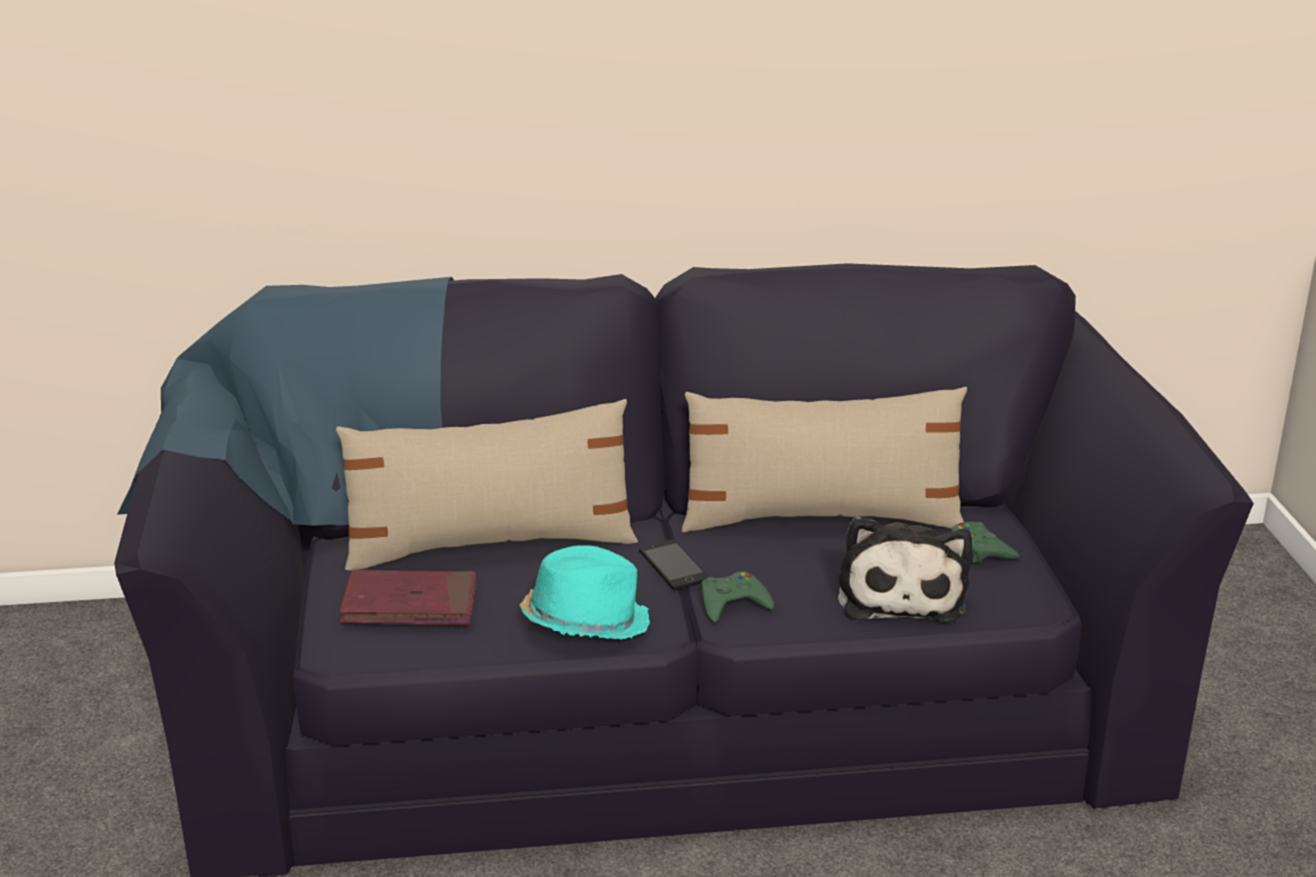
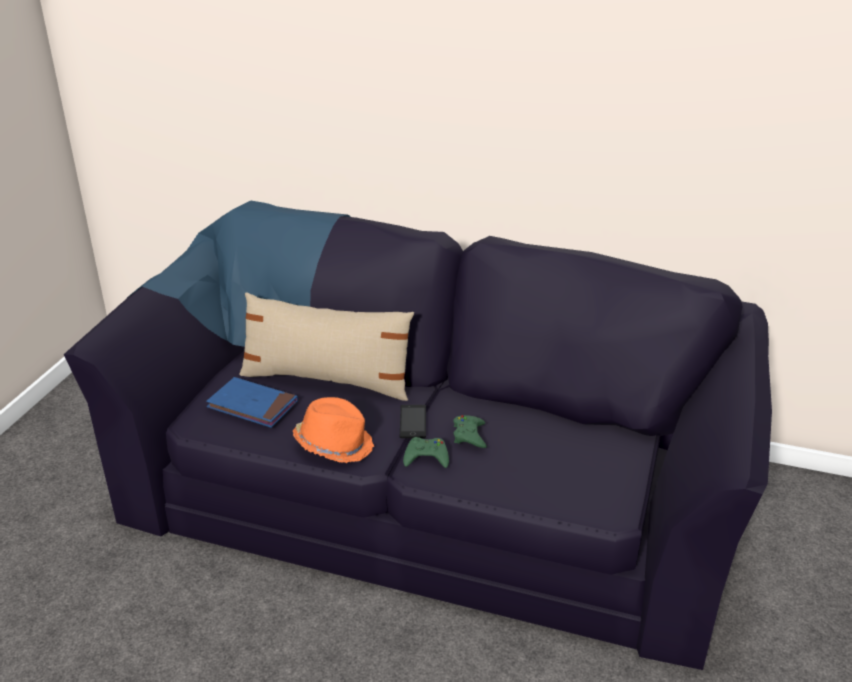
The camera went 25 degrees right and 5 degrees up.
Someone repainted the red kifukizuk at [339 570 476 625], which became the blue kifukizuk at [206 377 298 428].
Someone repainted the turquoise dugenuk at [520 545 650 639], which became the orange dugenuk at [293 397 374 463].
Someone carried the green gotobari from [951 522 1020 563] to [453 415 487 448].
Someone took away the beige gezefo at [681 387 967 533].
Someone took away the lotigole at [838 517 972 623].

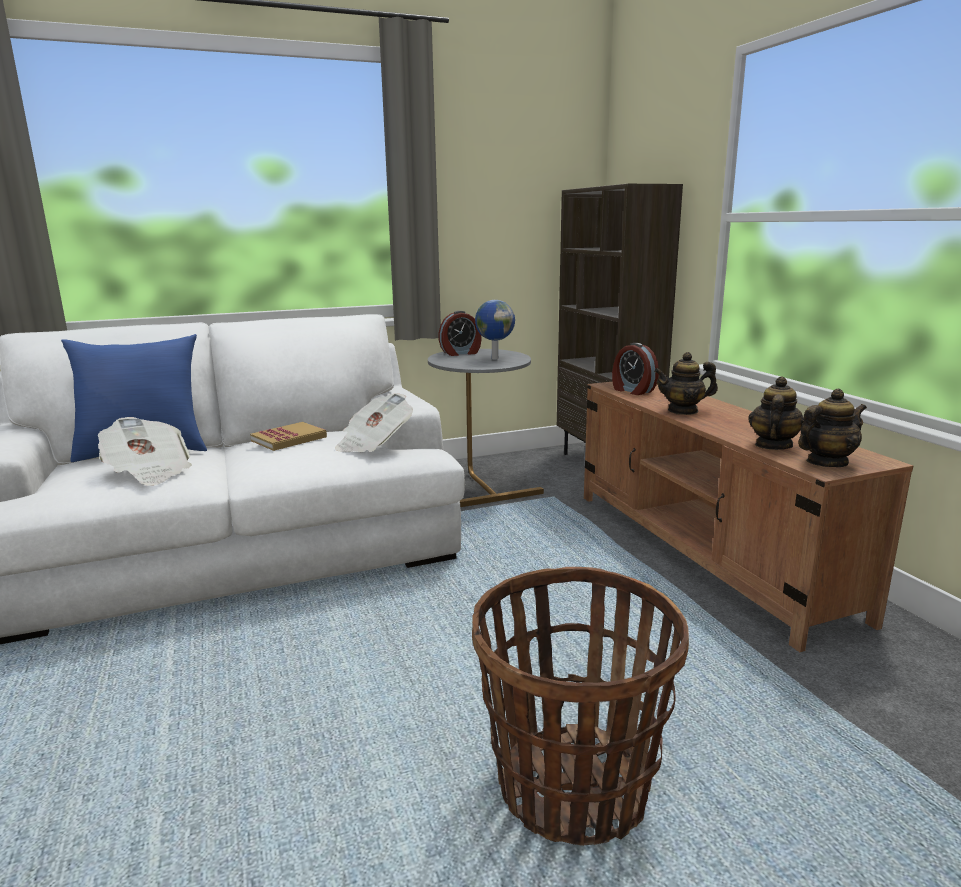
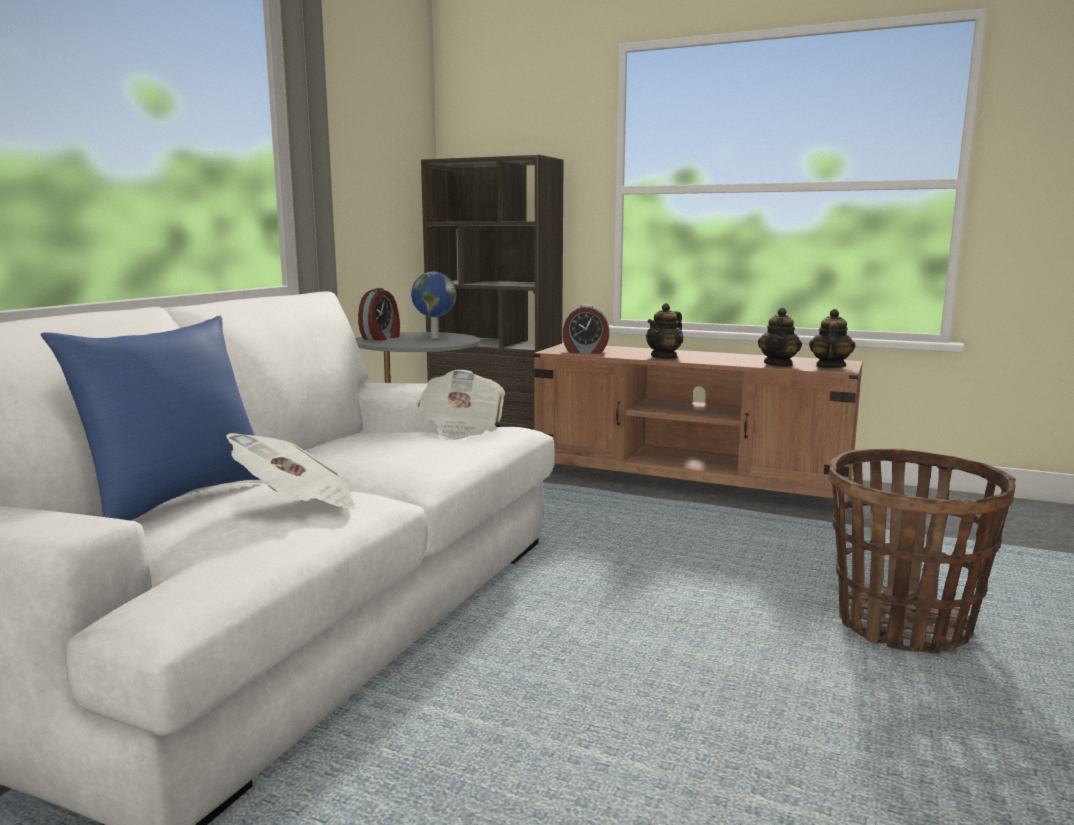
The camera went 45 degrees left and 5 degrees down.
Someone rotated the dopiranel at [748 376 804 450] by 135 degrees counterclockwise.
Someone took away the kifukizuk at [250 422 327 451].

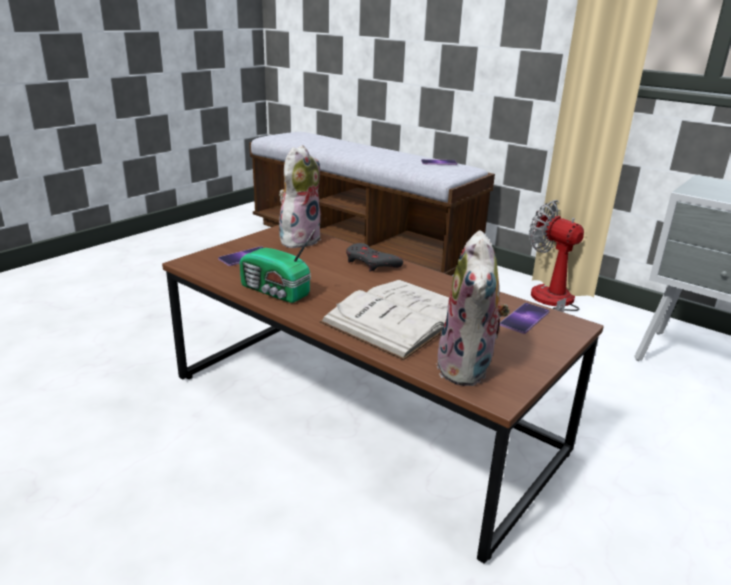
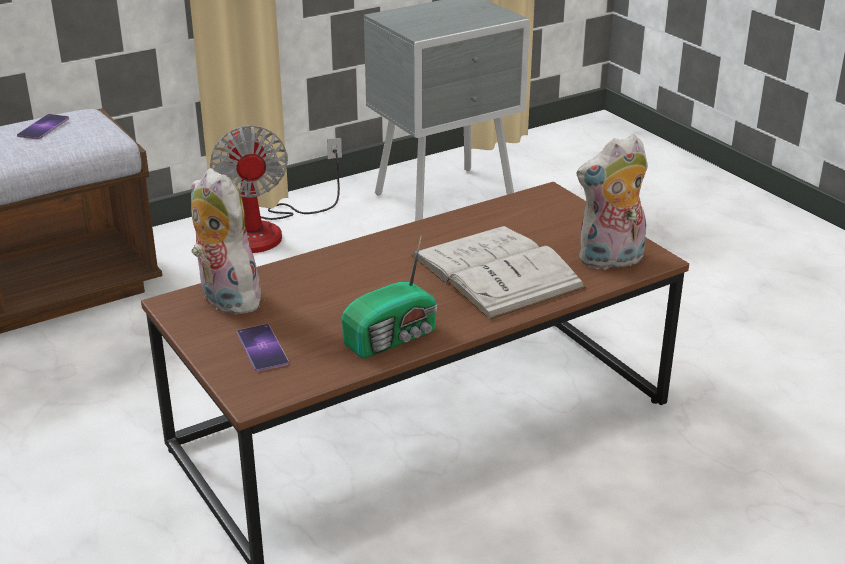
The camera went 70 degrees left and 5 degrees up.
Someone rotated the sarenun at [529 200 584 316] by 90 degrees counterclockwise.
Someone rotated the lotigole at [436 230 510 386] by 135 degrees clockwise.
Someone took away the grey gotobari at [346 243 403 272].
Someone took away the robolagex at [500 303 549 334].

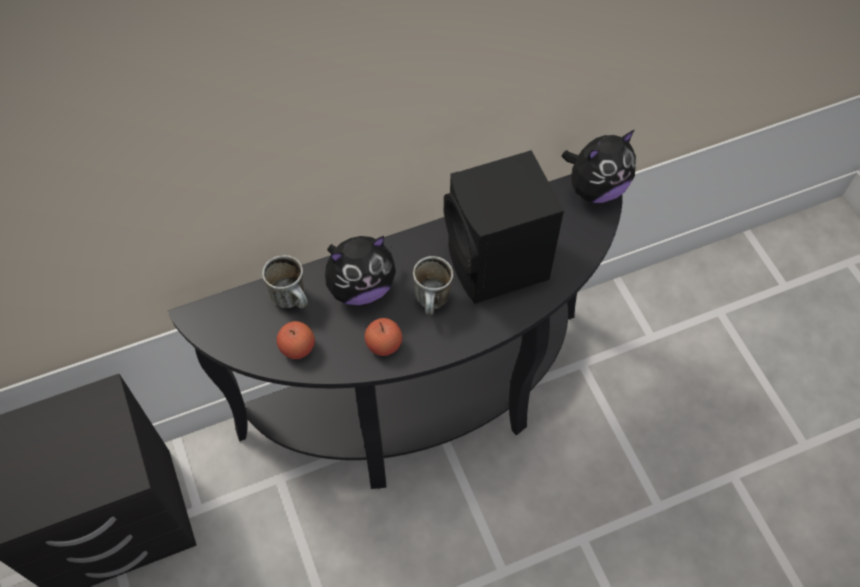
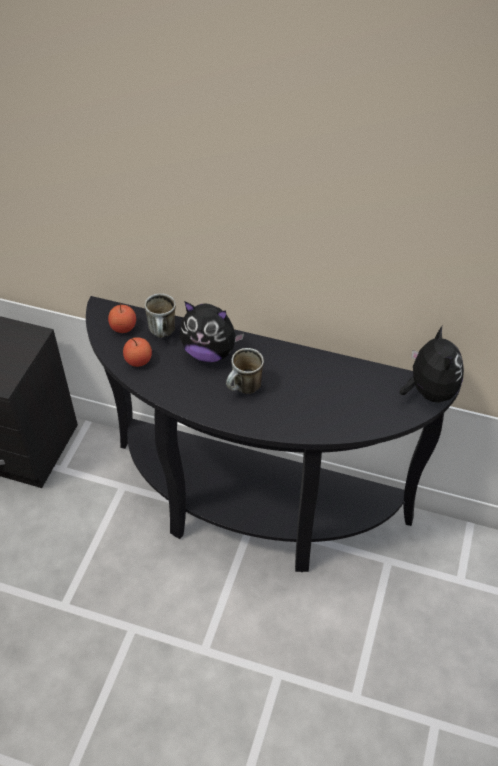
The camera went 40 degrees right and 10 degrees down.
Someone carried the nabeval from [365 318 402 356] to [108 303 136 333].
Someone rotated the lotigole at [562 130 636 203] by 105 degrees counterclockwise.
Someone took away the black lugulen at [444 150 564 304].

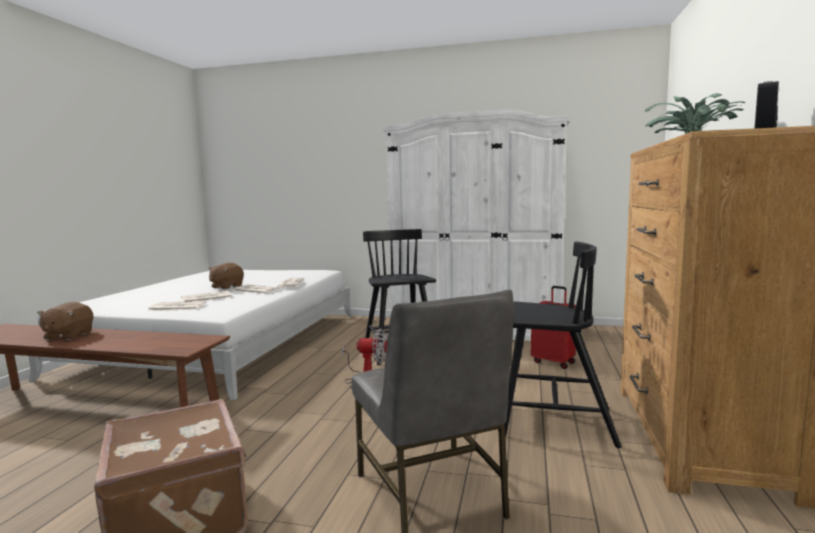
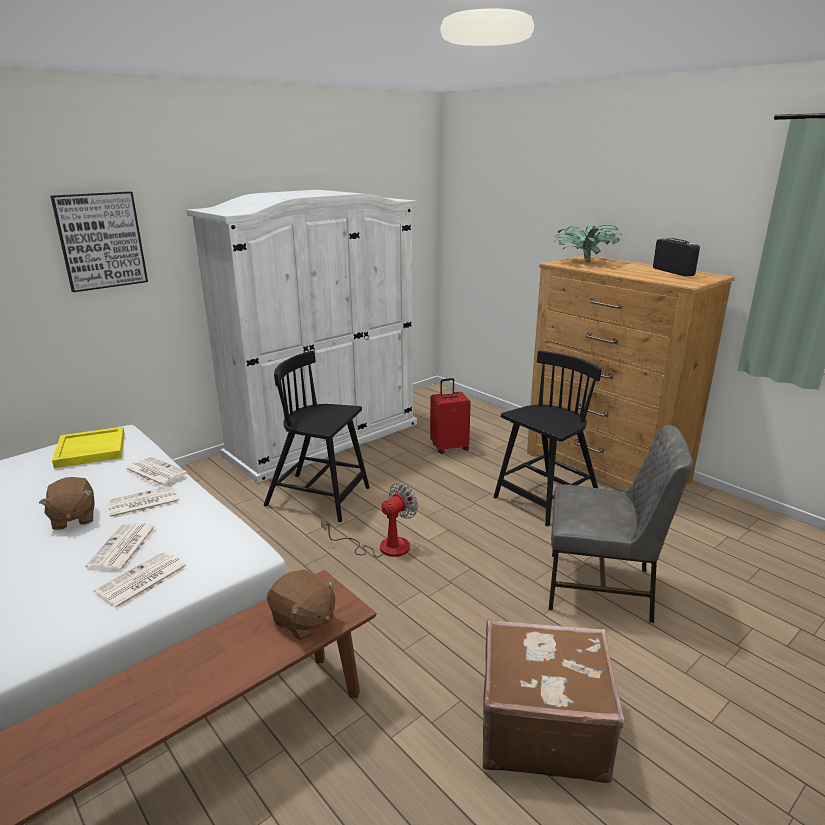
The camera went 55 degrees left and 15 degrees up.
Someone put up the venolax at [50 191 148 292].
Someone put down the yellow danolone at [52 427 125 468].
Someone carried the brown lotigole from [37 302 93 340] to [267 569 336 641].

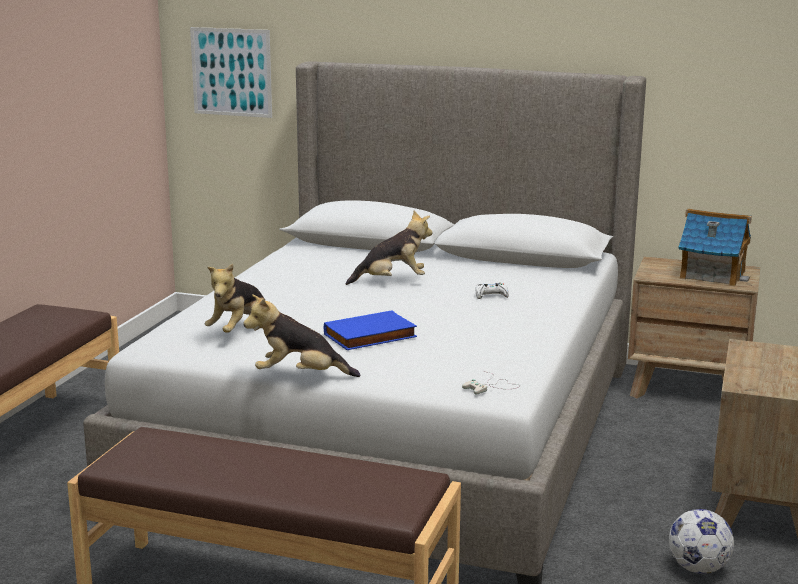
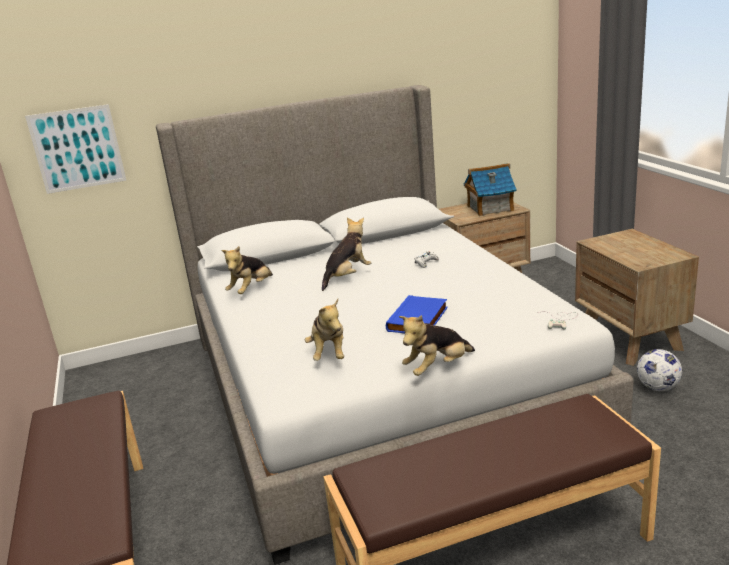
The camera went 35 degrees left and 5 degrees up.
Someone put down the lotigole at [221 246 273 294].

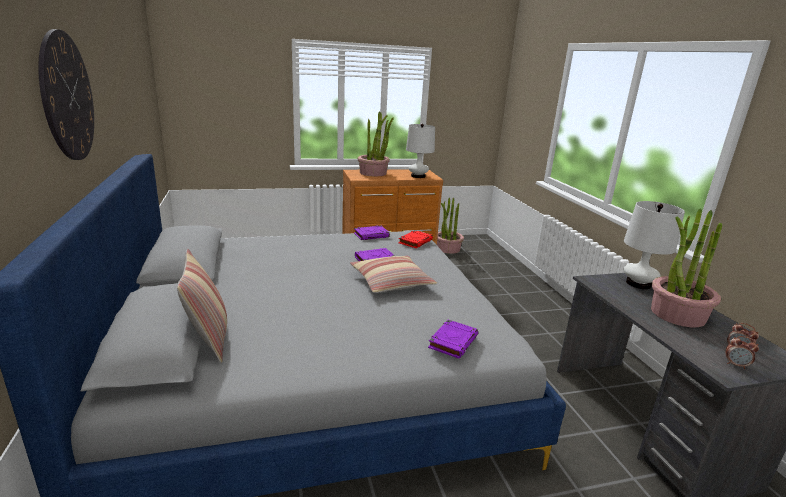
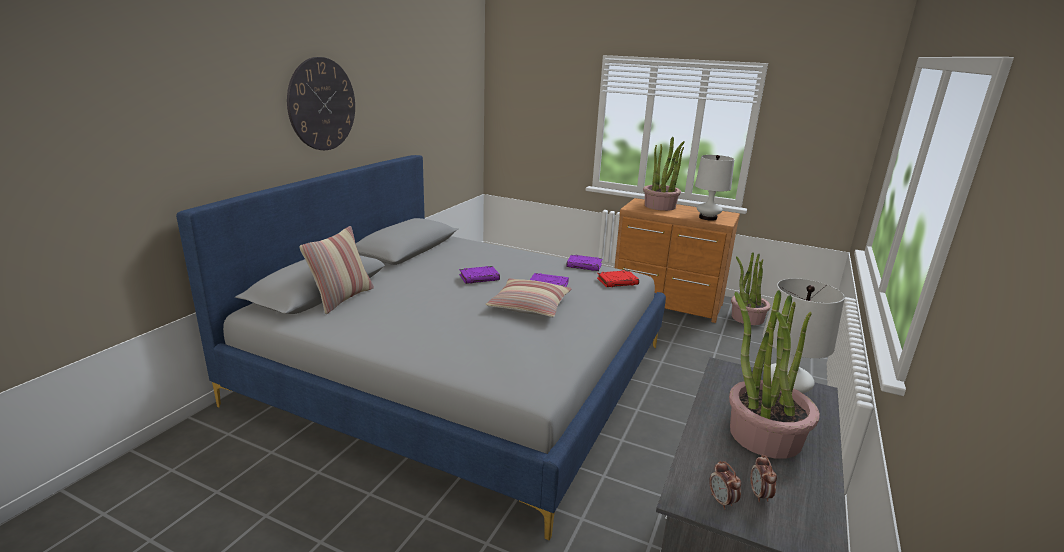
The camera went 40 degrees right and 0 degrees up.
Someone carried the purple kifukizuk from [428 320 478 359] to [459 266 500 284].

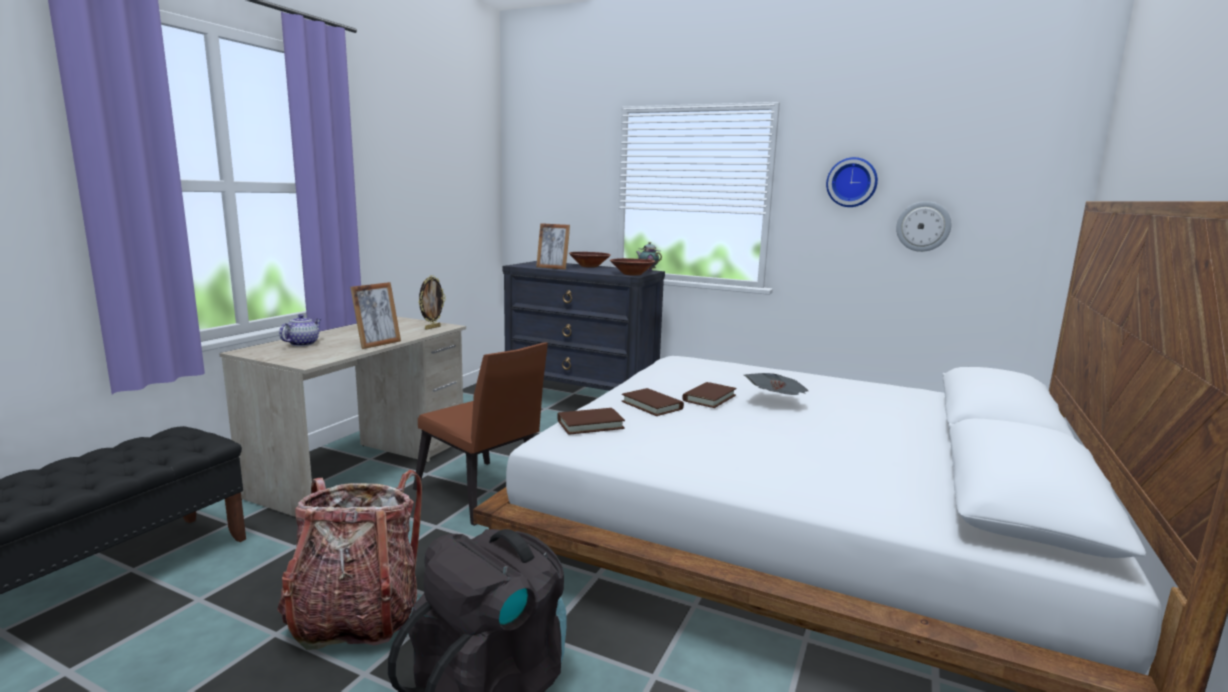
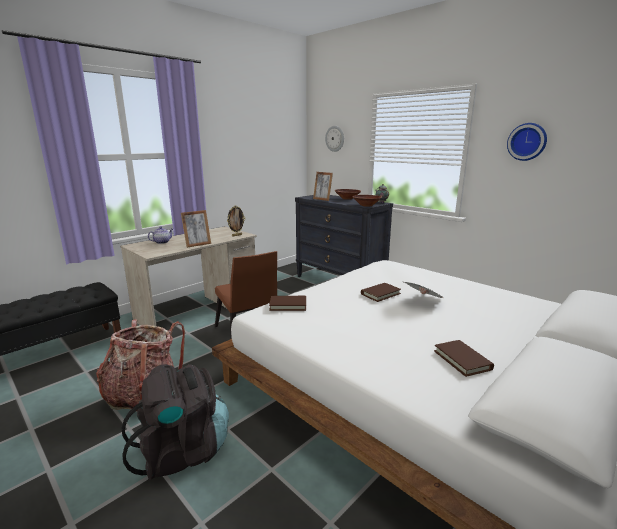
The camera went 20 degrees right and 5 degrees up.
Someone carried the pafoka from [896 201 951 252] to [325 126 344 152].
Someone carried the brown kifukizuk from [622 388 684 416] to [434 340 494 377].

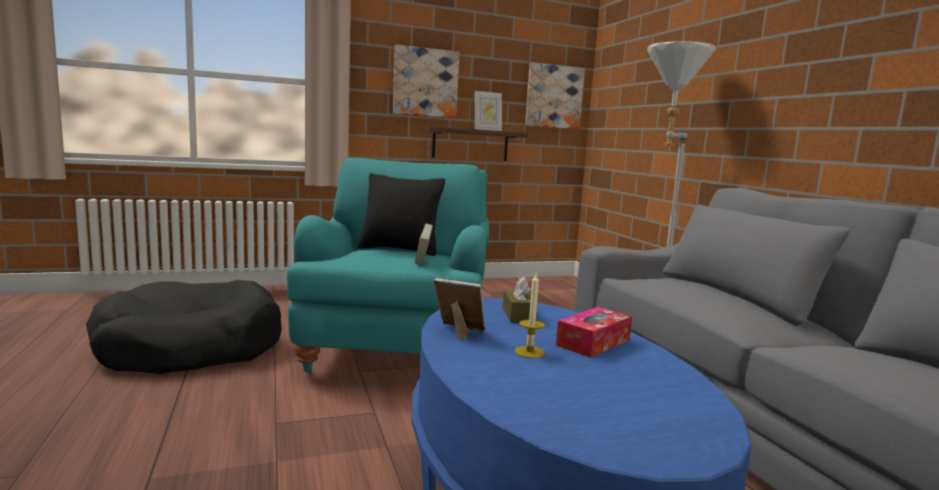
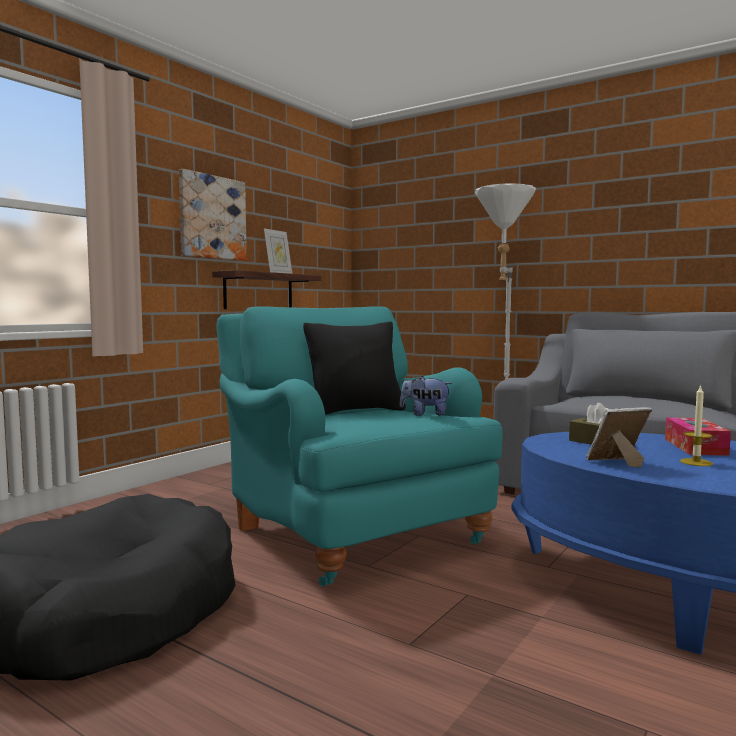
The camera went 35 degrees left and 5 degrees down.
Someone swapped the kifukizuk at [415 224 433 265] for the lotigole at [400 376 452 416].
Someone took away the venolax at [525 63 585 129].

